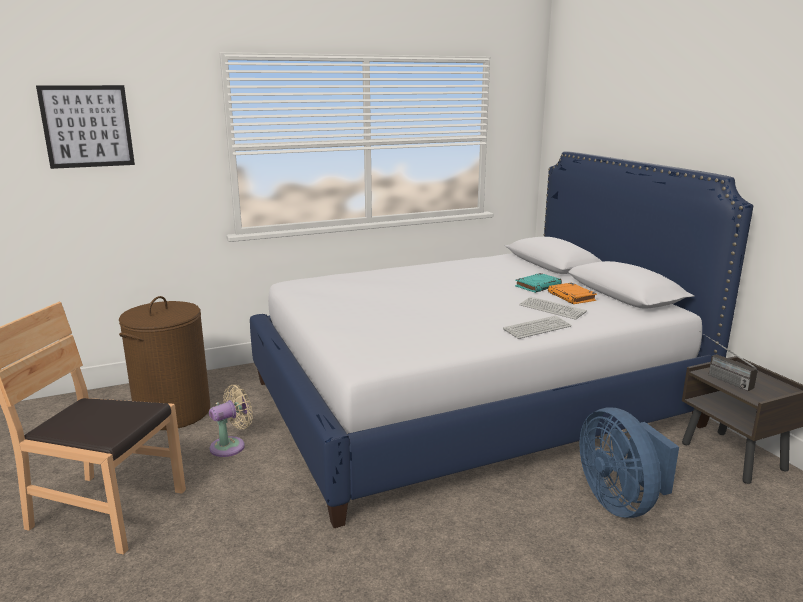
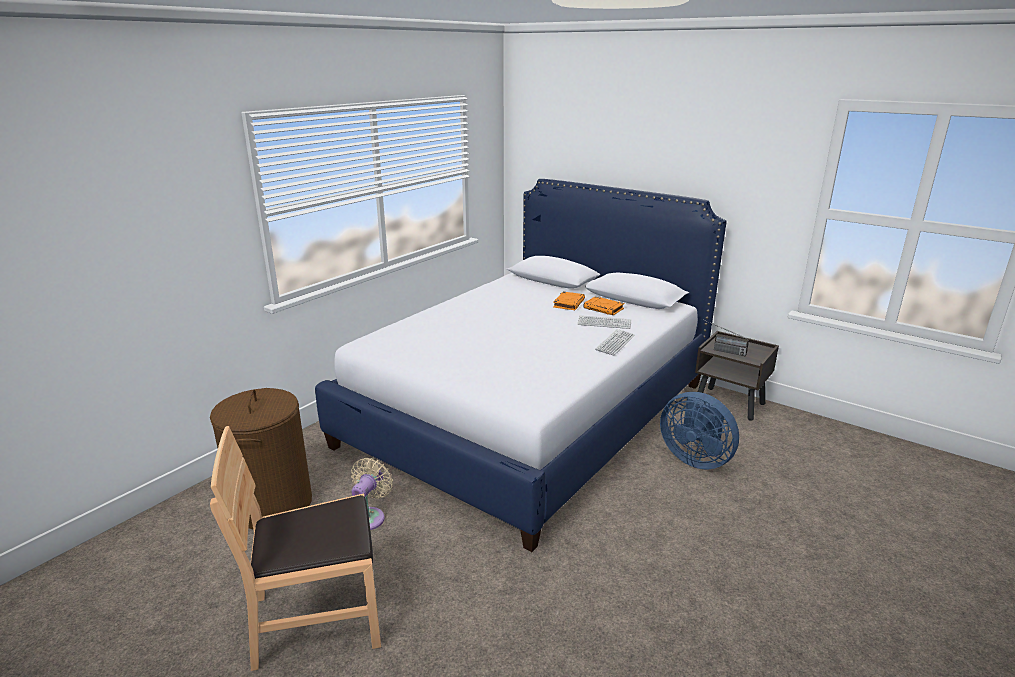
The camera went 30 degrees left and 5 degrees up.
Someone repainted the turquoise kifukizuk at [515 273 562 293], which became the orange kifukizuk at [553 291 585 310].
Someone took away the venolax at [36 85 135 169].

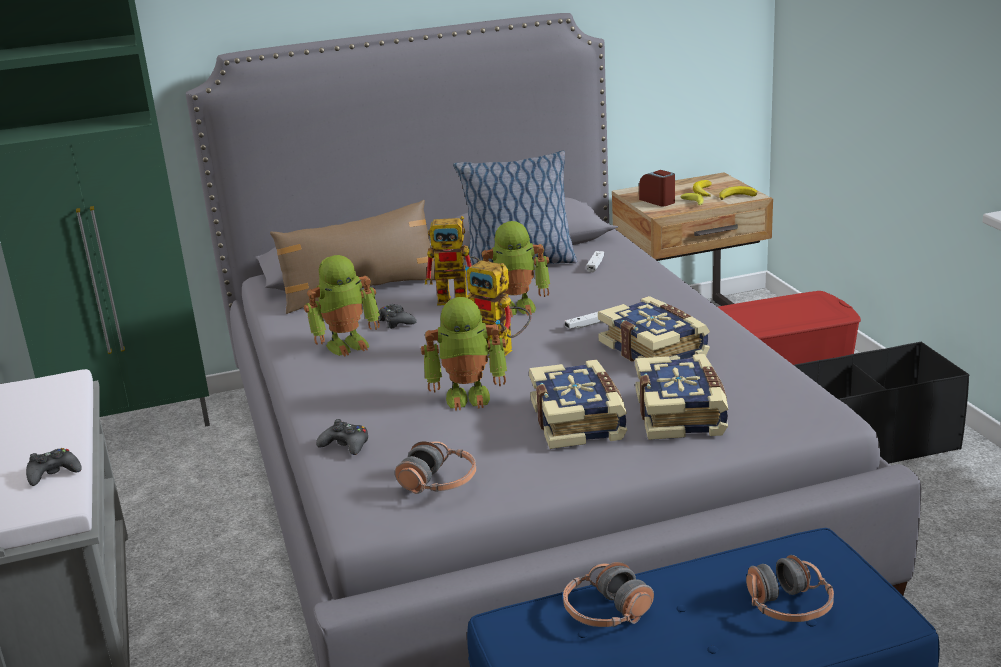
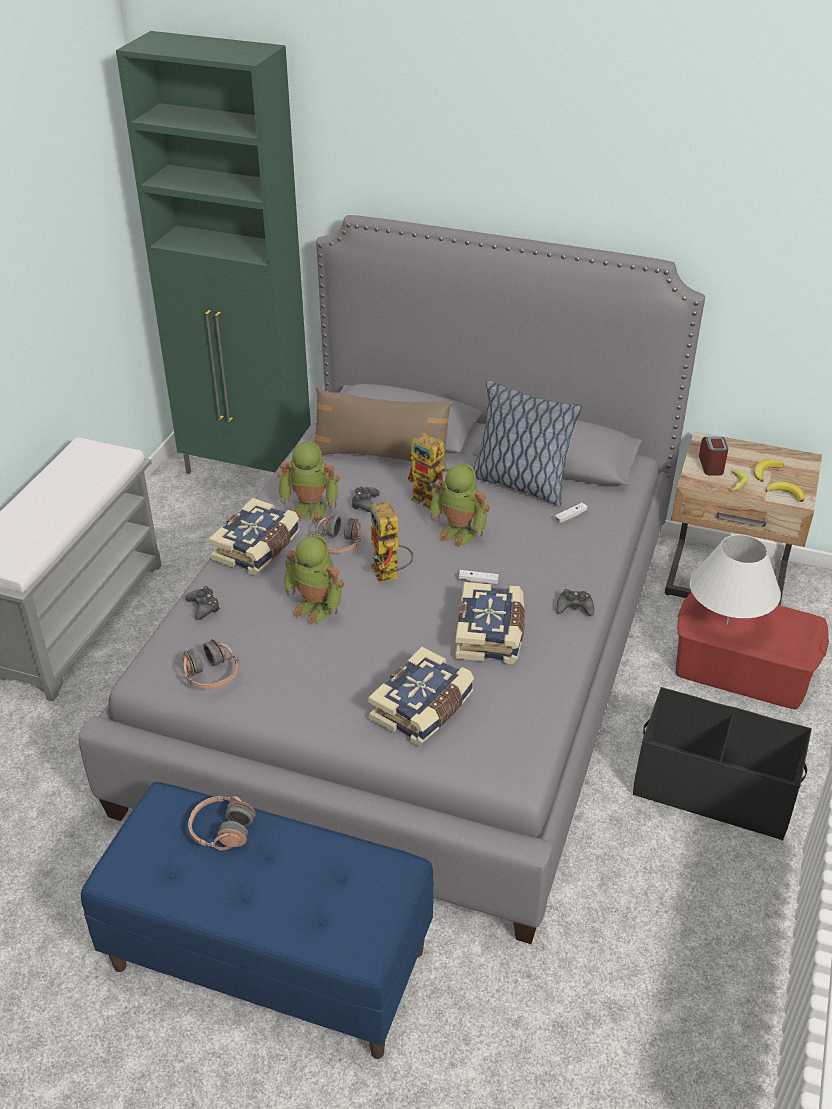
The camera went 35 degrees right and 15 degrees up.
Someone carried the kifukizuk from [529 360 627 449] to [209 498 300 576].
Someone carried the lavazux from [746 555 834 622] to [312 514 361 553].
Someone carried the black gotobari from [26 448 82 486] to [556 589 594 616].
Someone put down the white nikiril at [690 534 781 625].

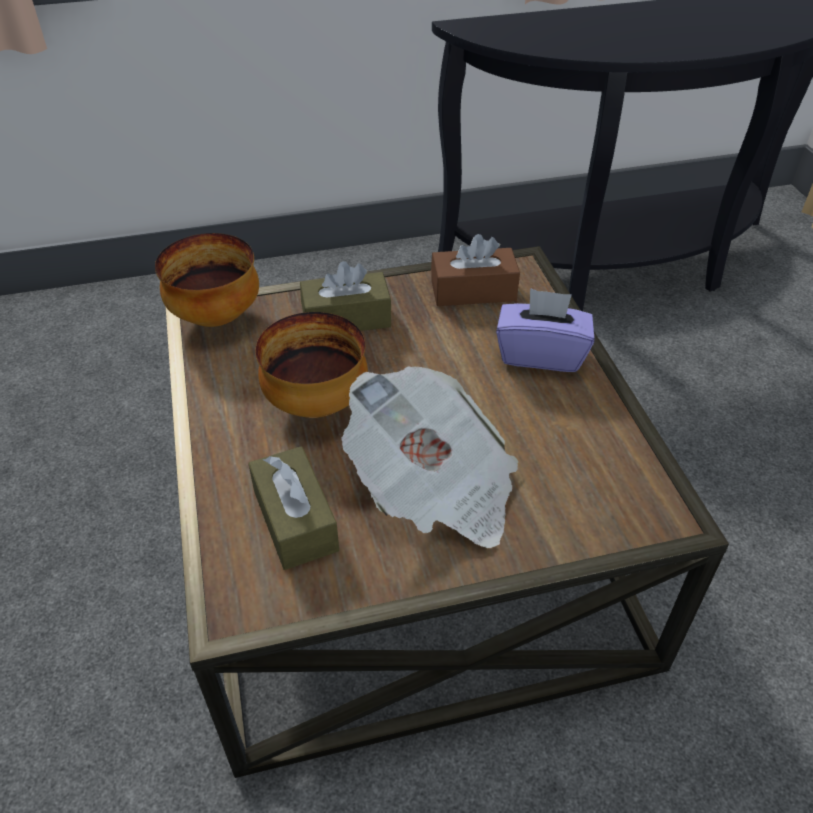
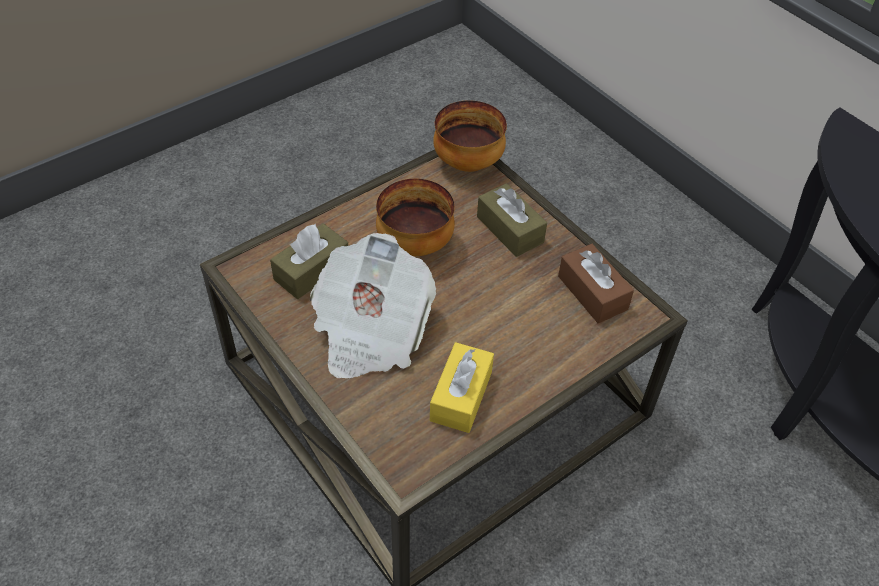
The camera went 65 degrees right and 5 degrees up.
Someone put down the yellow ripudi at [430 342 494 433].
Someone took away the purple ripudi at [496 288 594 372].

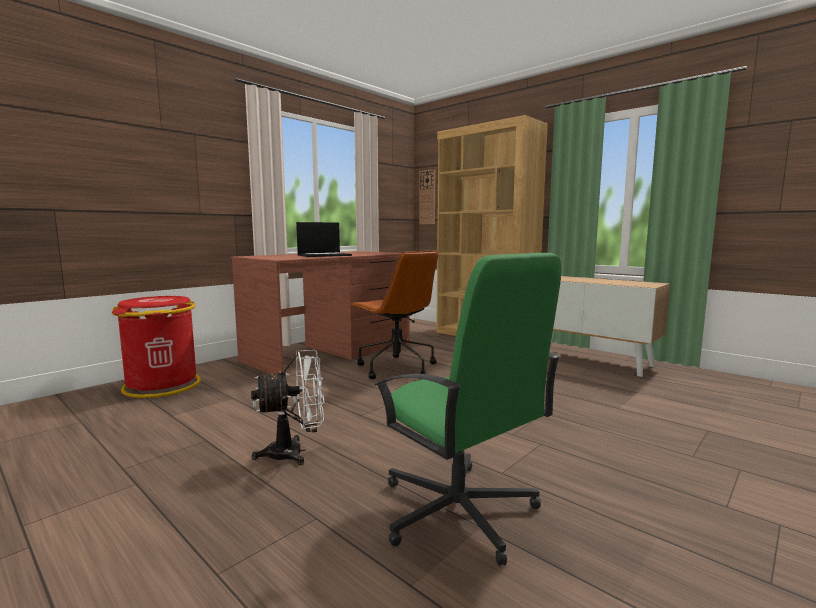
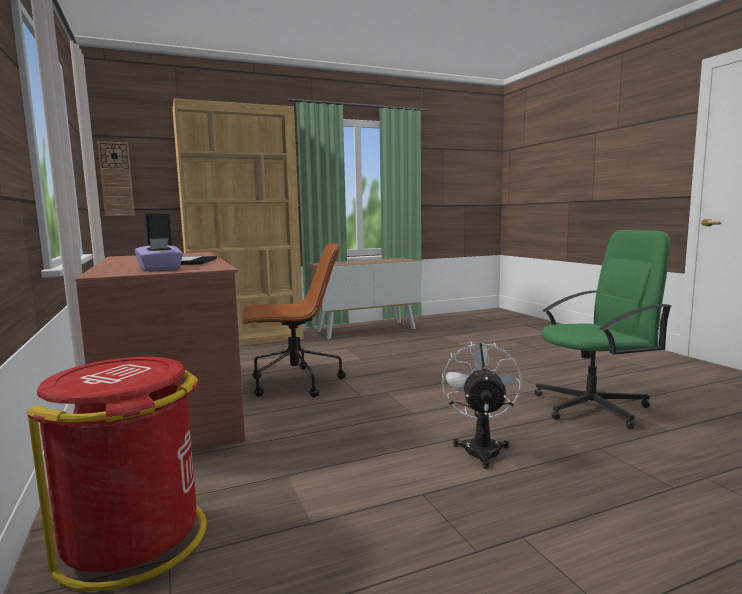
The camera went 65 degrees left and 0 degrees up.
Someone put down the purple ripudi at [135 238 183 271].

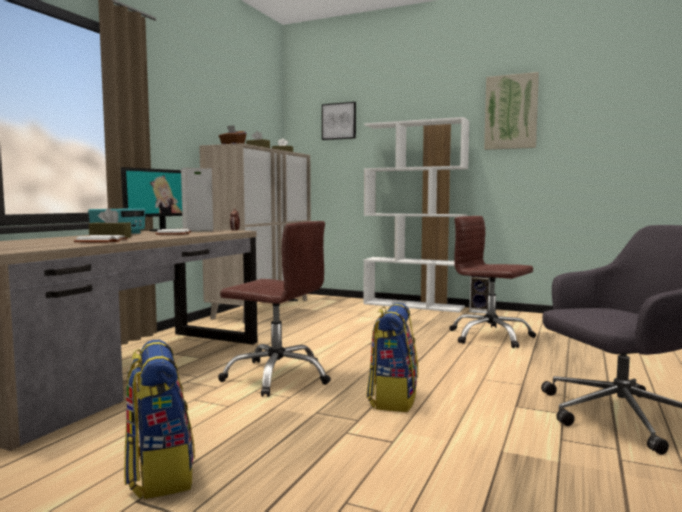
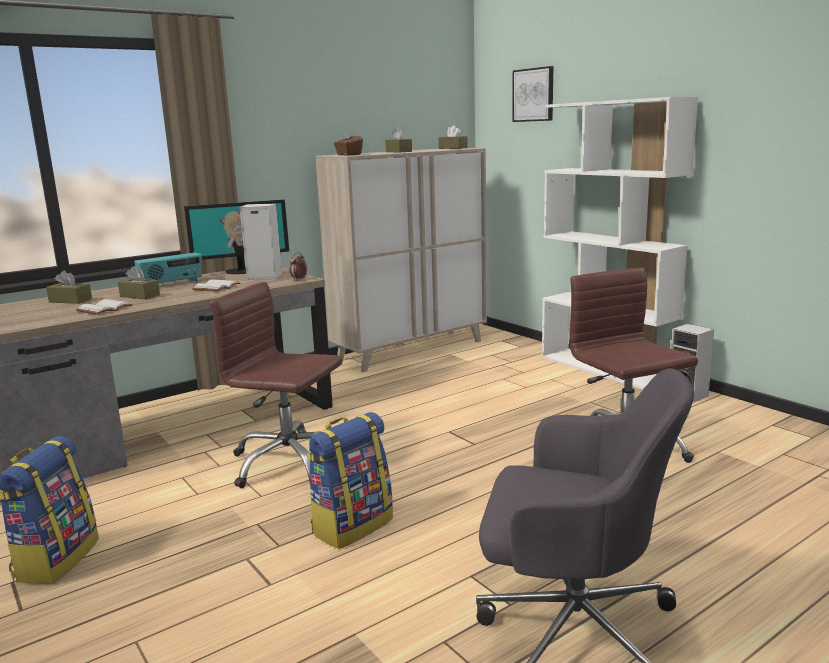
The camera went 30 degrees right and 10 degrees up.
Someone put down the brown ripudi at [46 270 92 304].
Someone rotated the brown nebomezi at [218 221 331 397] by 150 degrees clockwise.
Someone took away the venolax at [484 72 539 150].

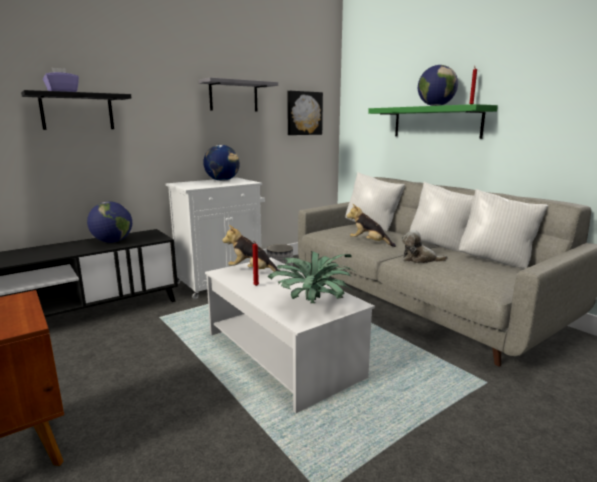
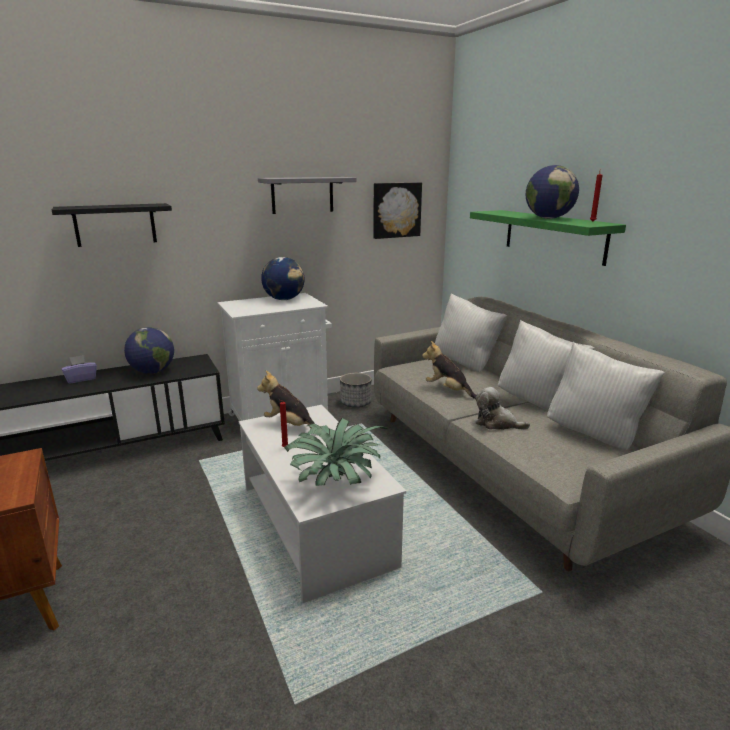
The camera went 10 degrees right and 5 degrees up.
Someone carried the purple ripudi from [43 68 79 92] to [62 355 97 384].

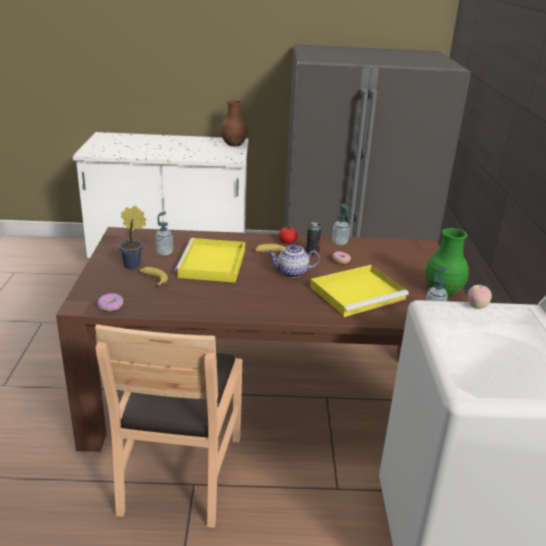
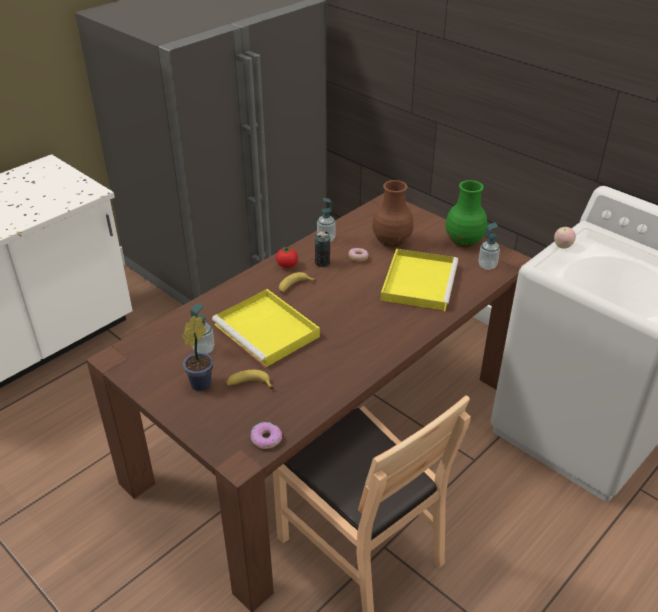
The camera went 45 degrees left and 10 degrees up.
Someone carried the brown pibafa from [221 100 248 146] to [372 180 414 248].
Someone took away the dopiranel at [268 244 320 278].

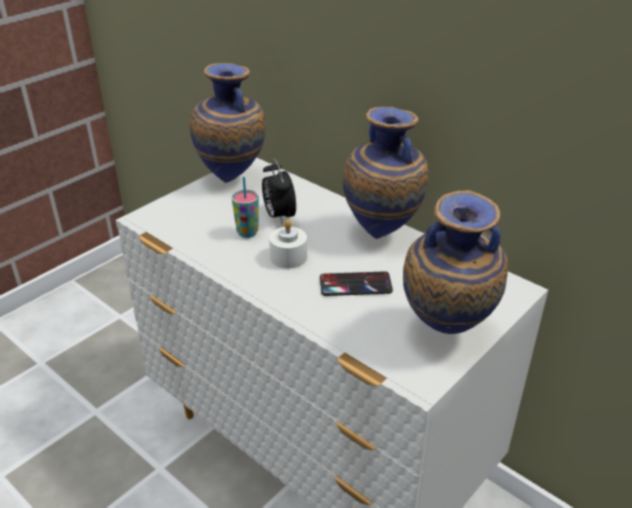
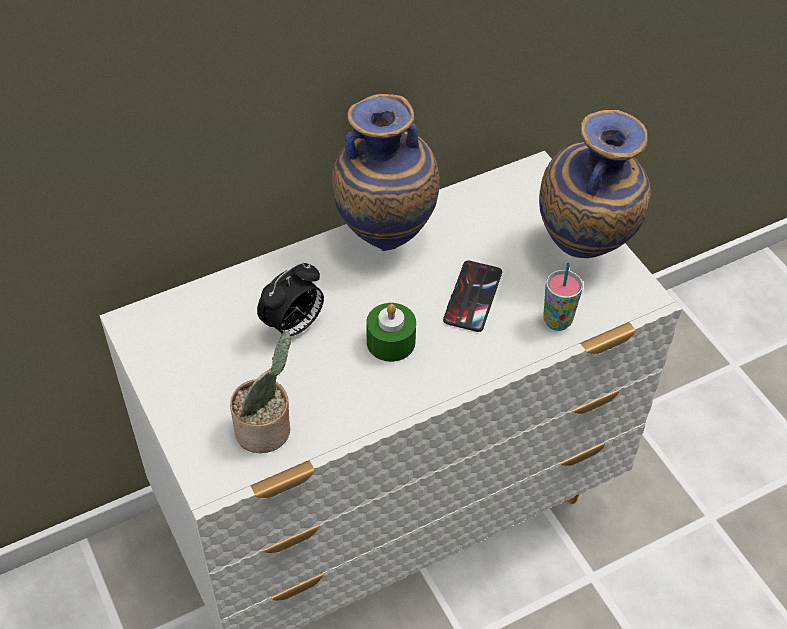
The camera went 70 degrees left and 15 degrees up.
Someone put down the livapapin at [230 331 291 453].
Someone rotated the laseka at [262 159 296 225] by 45 degrees counterclockwise.
Someone repainted the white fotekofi at [269 220 307 269], which became the green fotekofi at [366 303 416 362].
Someone carried the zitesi from [232 177 259 238] to [543 263 583 331].
Someone took away the pibafa at [189 63 265 183].

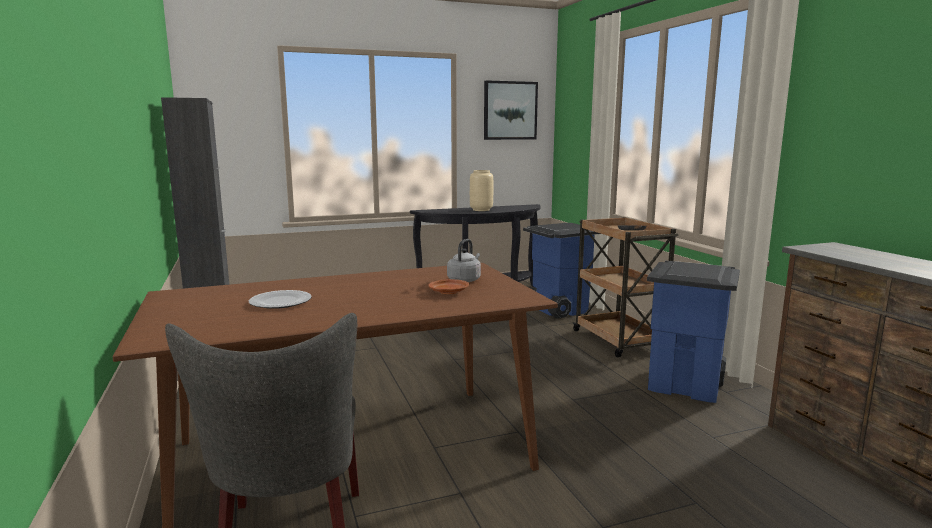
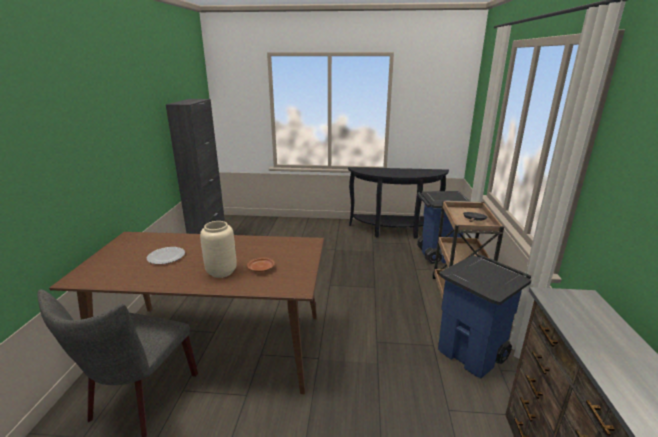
The camera went 25 degrees right and 10 degrees up.
Someone carried the beige pibafa from [470 170 493 211] to [200 221 237 278].
Someone took away the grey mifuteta at [447 239 481 282].
Someone took away the venolax at [484 80 538 140].

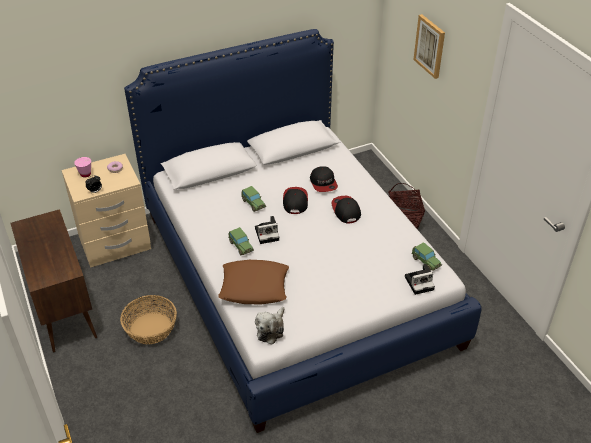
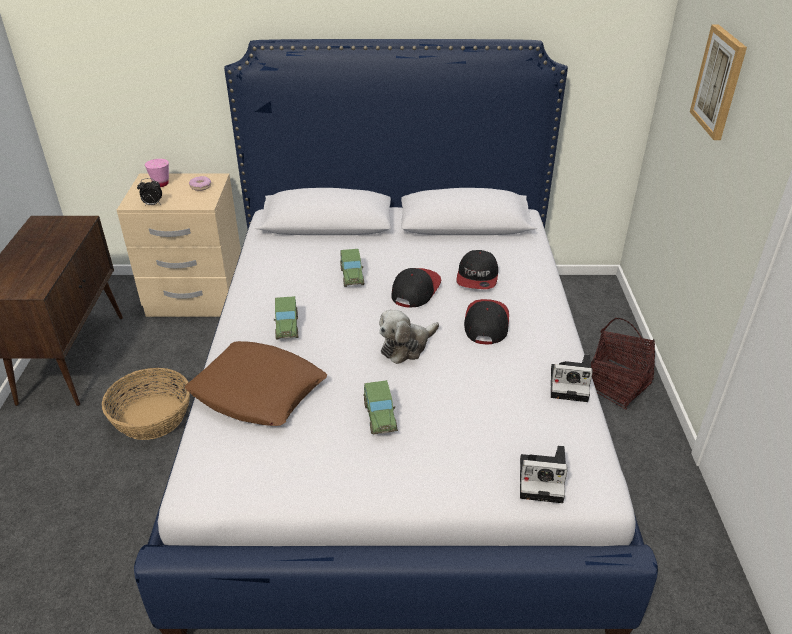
The camera went 25 degrees right and 5 degrees down.
Someone carried the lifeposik from [412 242 442 271] to [363 380 398 434].
Someone carried the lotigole from [255 307 285 344] to [379 310 439 364].
Someone carried the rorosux from [255 216 279 244] to [551 354 593 402].

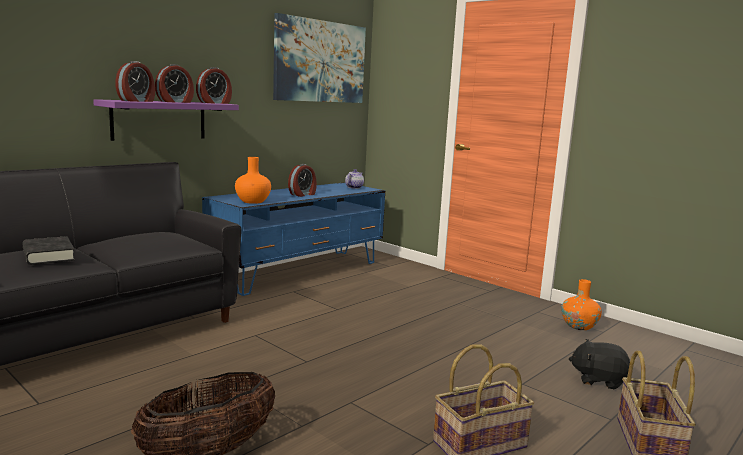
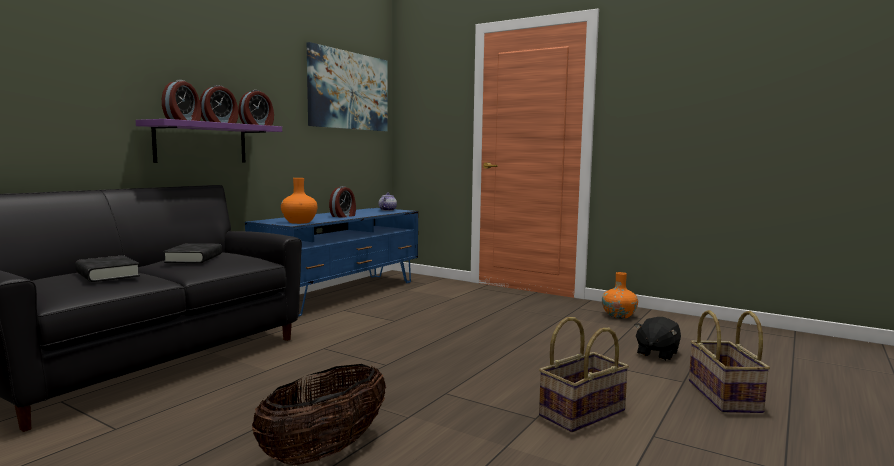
The camera went 10 degrees left and 5 degrees down.
Someone put down the black kifukizuk at [163 243 222 263].
Someone rotated the black lotigole at [569 339 630 389] by 60 degrees counterclockwise.

